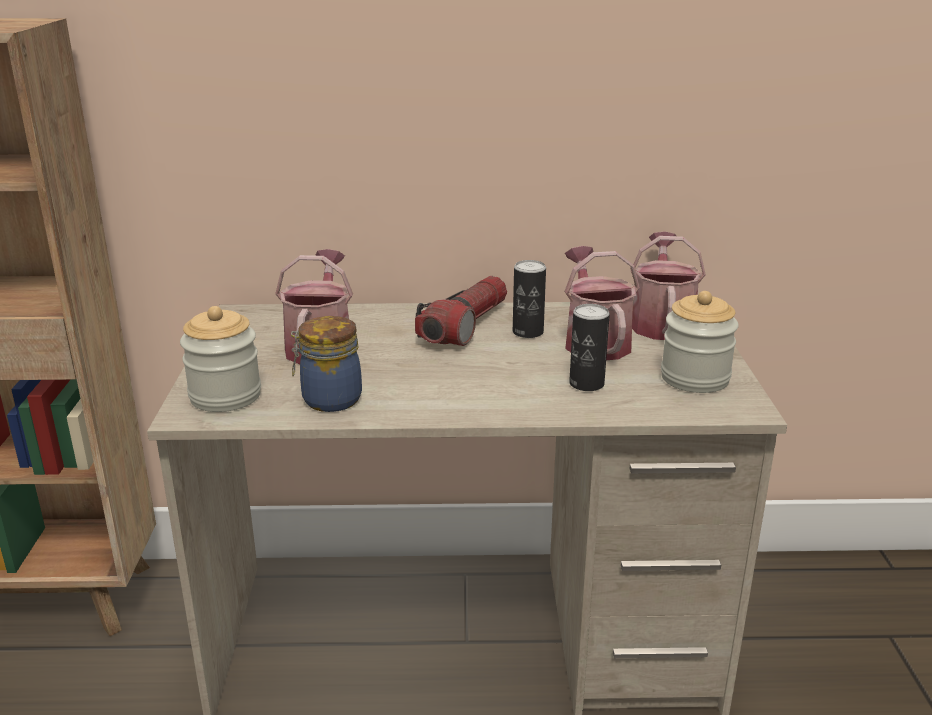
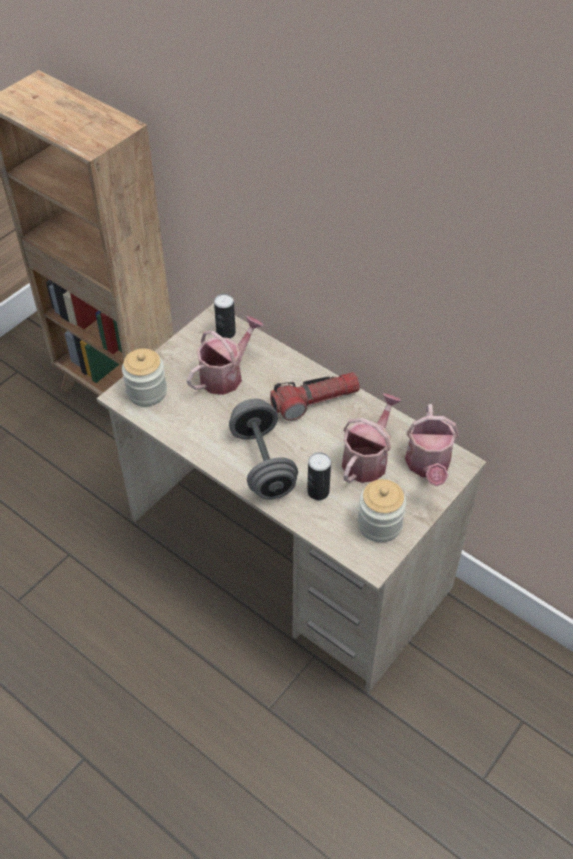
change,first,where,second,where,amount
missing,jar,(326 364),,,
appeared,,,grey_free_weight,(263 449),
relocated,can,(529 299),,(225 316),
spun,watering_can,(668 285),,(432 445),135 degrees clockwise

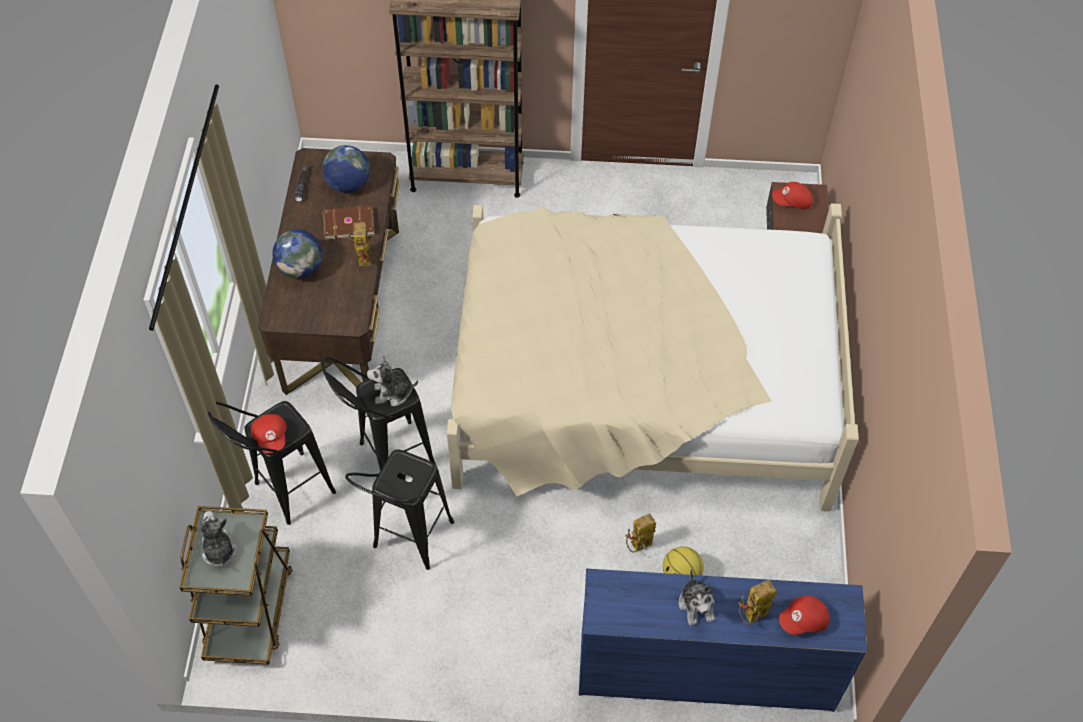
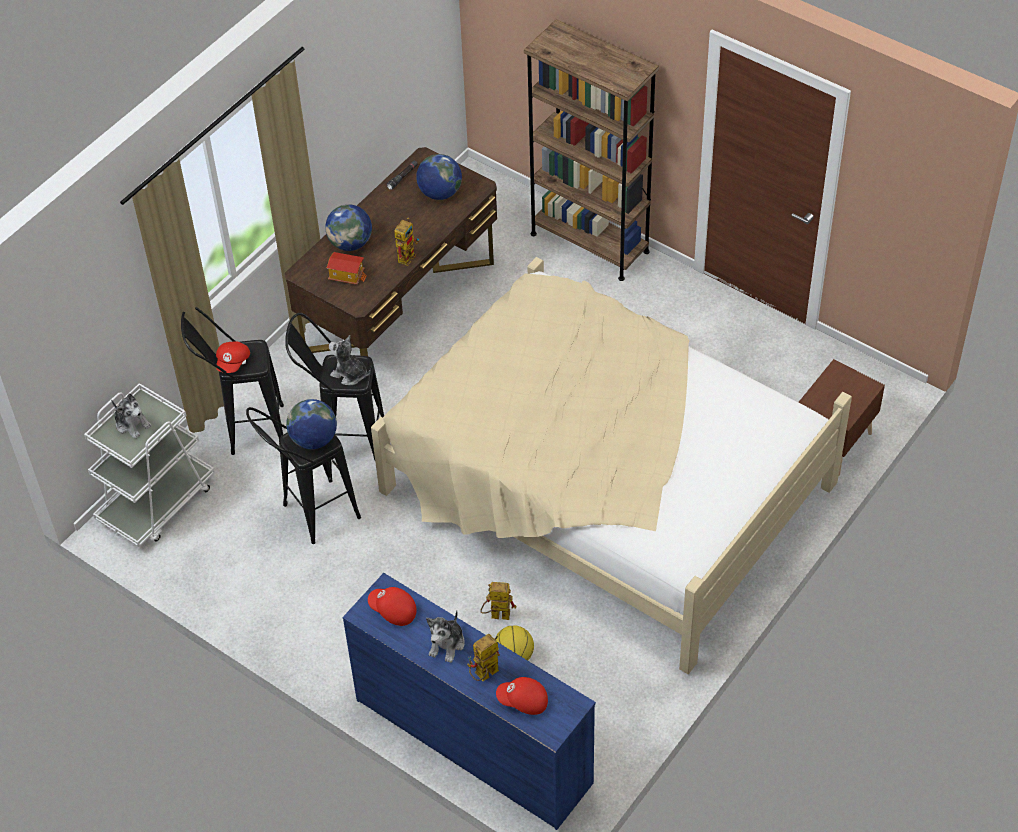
change,first,where,second,where,amount
missing,brown-coloured_volume,(349 222),,,
appeared,,,globe,(311 424),
appeared,,,miniature_house,(346 268),
relocated,red_baseball_cap,(792 195),,(392 606),
colour,brown-coloured_trolley,(236 585),white-coloured_trolley,(149 465),
spun,plush_toy,(219 539),,(131 416),120 degrees clockwise
spun,robot_figure,(757 602),,(483 657),45 degrees counterclockwise

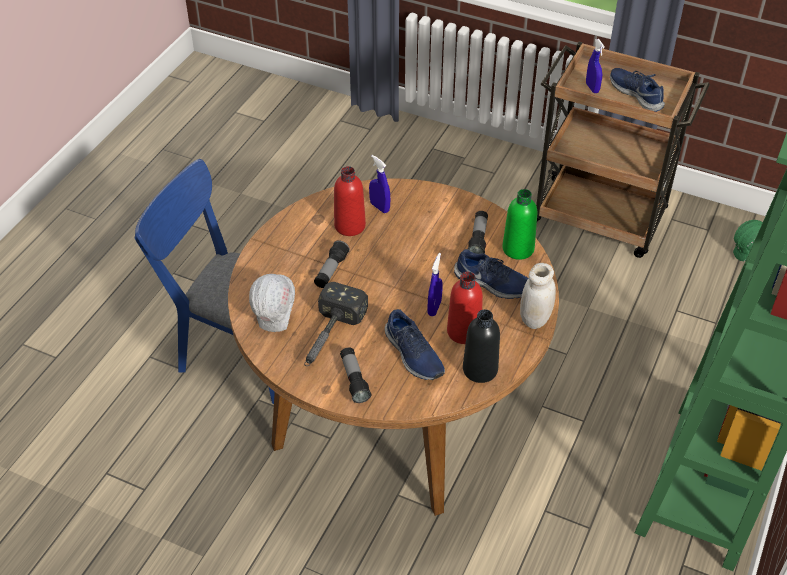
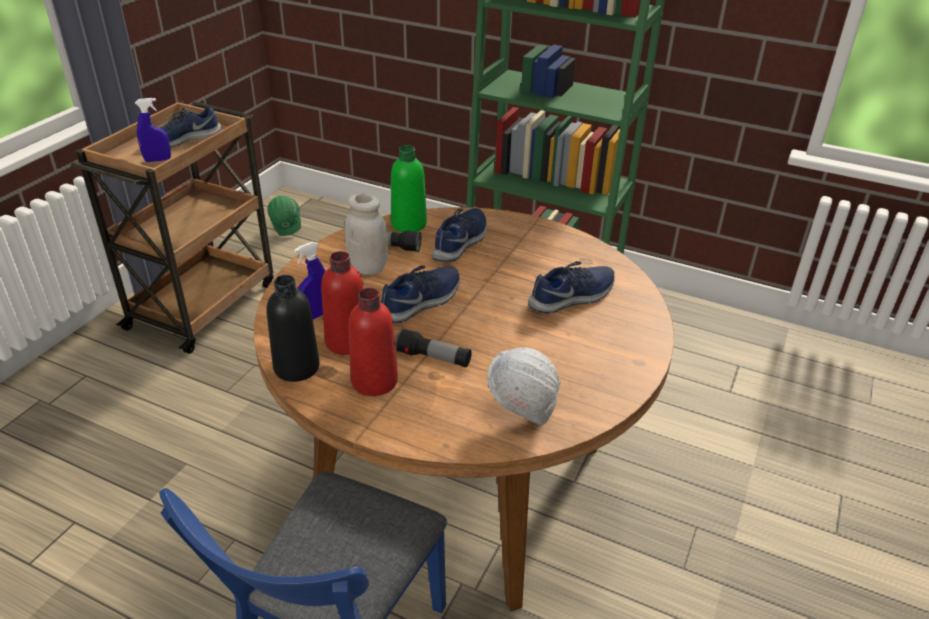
change,first,where,second,where,amount
missing,tool_hammer,(336 324),,,
missing,hand_torch,(355 375),,,
missing,blue_spray_bottle,(435 284),,,
appeared,,,blue_low_shoe,(420 294),
relocated,red_bottle,(465 308),,(373 342),
relocated,black_bottle,(481 346),,(293 328),
relocated,white-coloured_jar,(538 296),,(366 234),

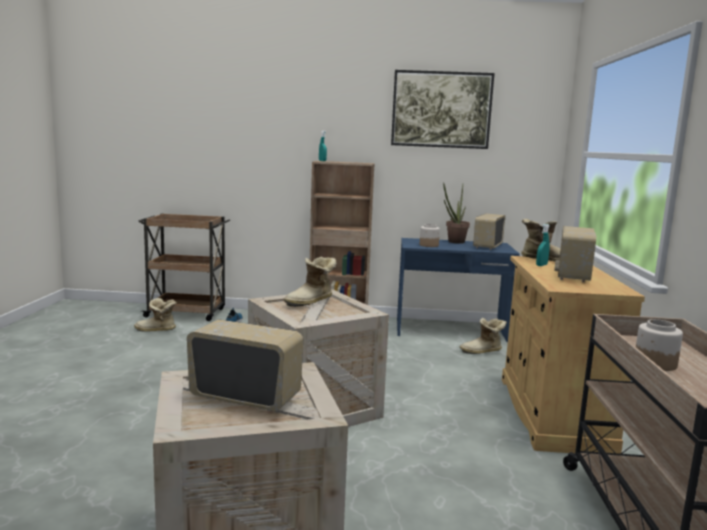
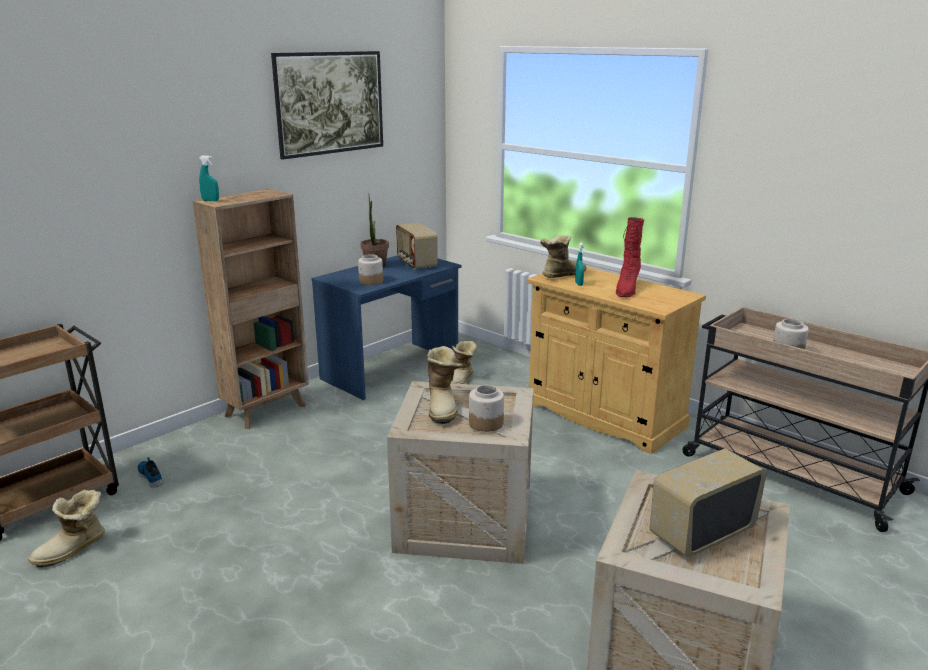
change,first,where,second,where,amount
appeared,,,jar,(486 408),
exchanged,radio_receiver,(575 254),red_boot,(630 257),

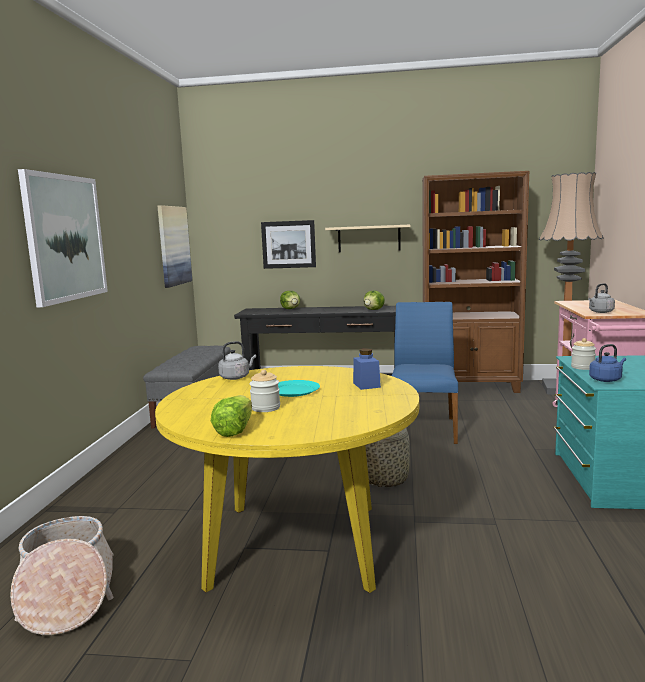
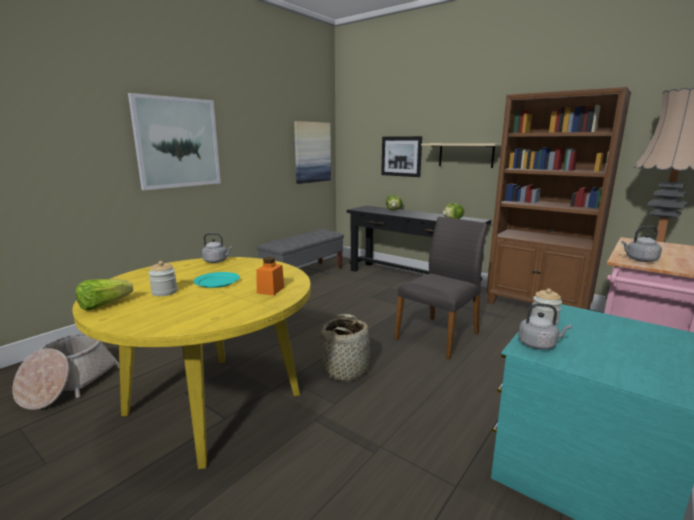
change,first,where,second,where,amount
colour,blue_jar,(367 369),orangey_jar,(270 276),
colour,blue_chair,(424 373),grey_chair,(440 288),
colour,blue_kettle,(607 363),grey_kettle,(545 326),

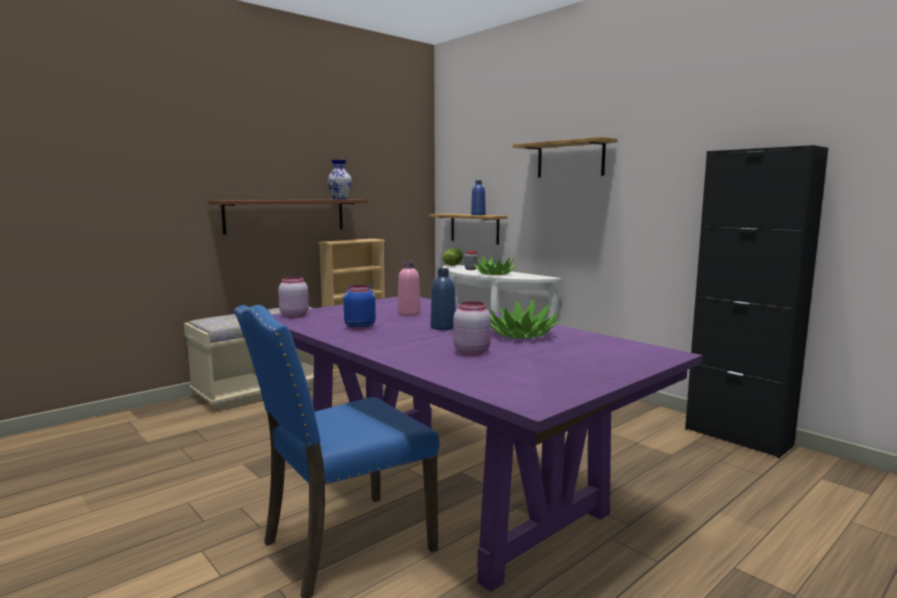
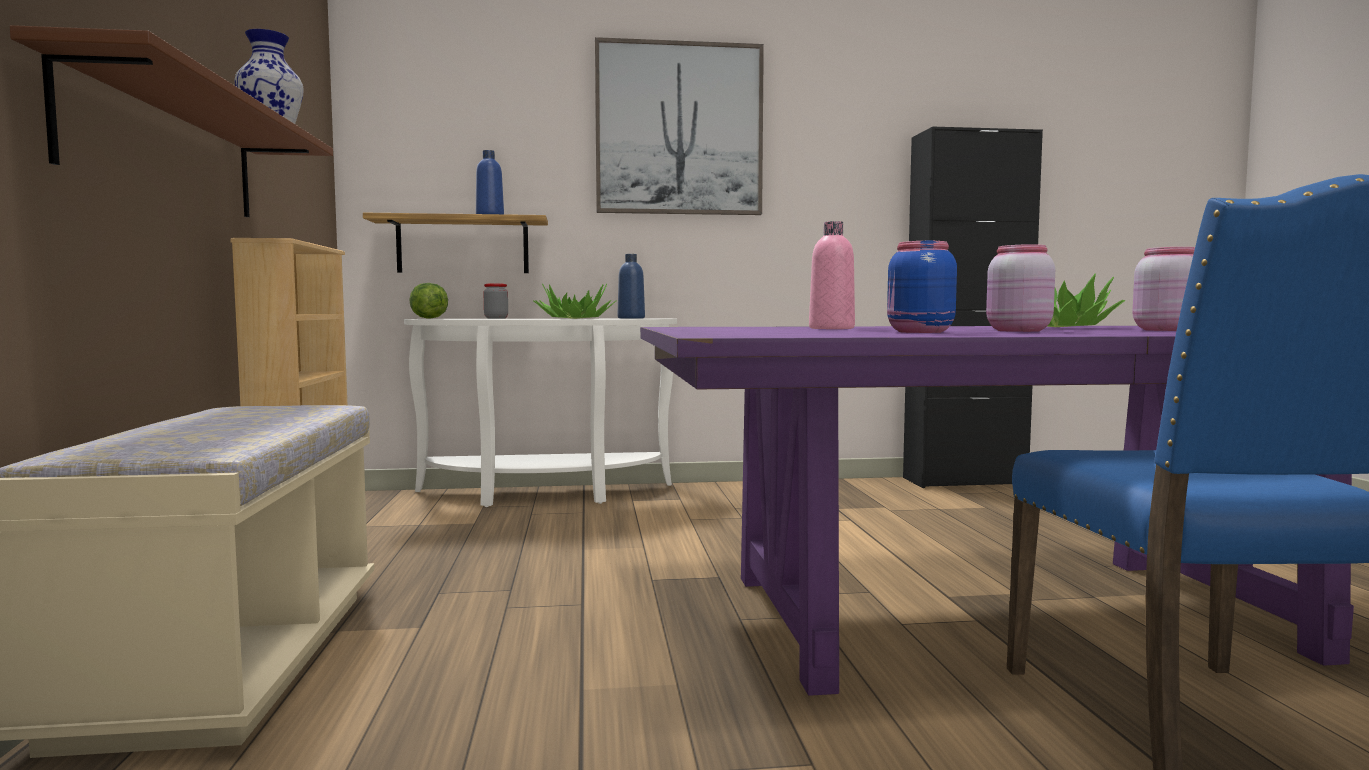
change,first,where,second,where,amount
relocated,pinkish_jar,(293 297),,(1020 288),
relocated,blue_bottle,(443 299),,(631 286),
exchanged,wall_shelf,(565 157),wall_picture,(679 126),

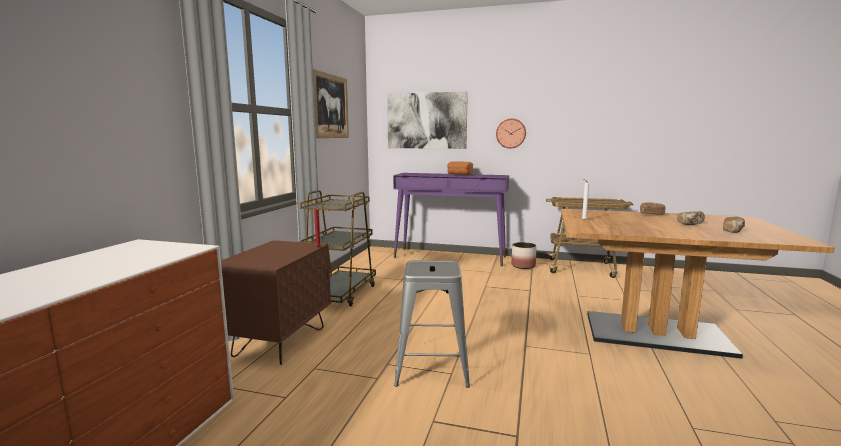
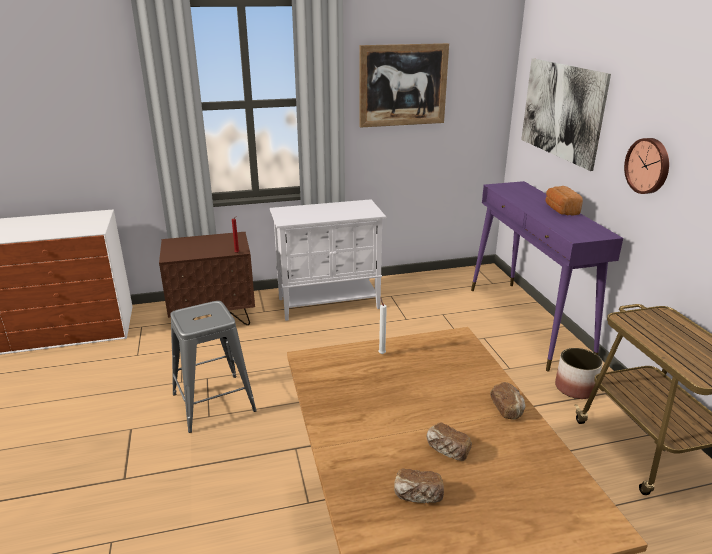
change,first,where,second,where,amount
exchanged,brown-coloured_trolley,(337 248),white-coloured_cabinet,(328 260),

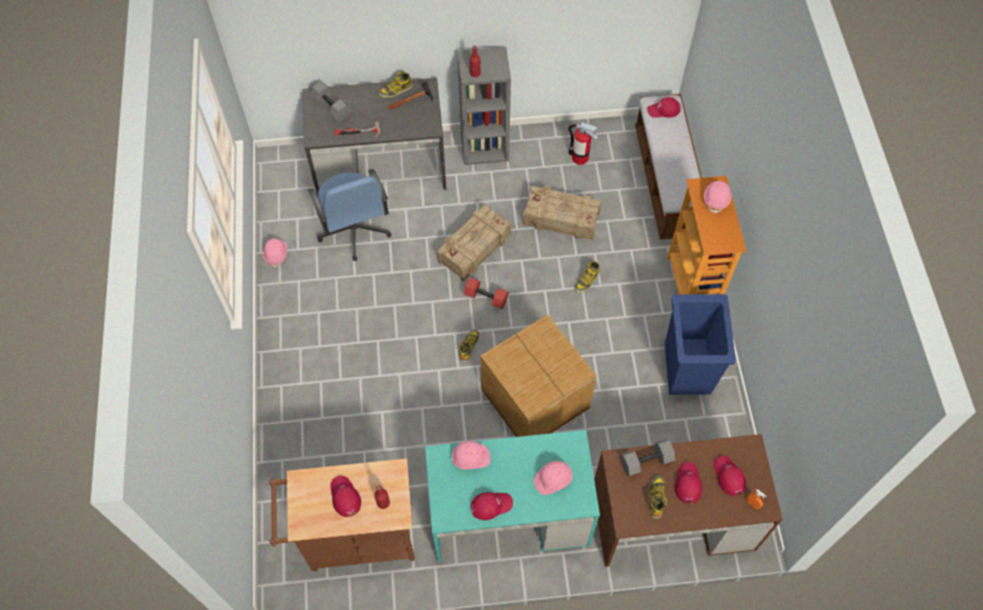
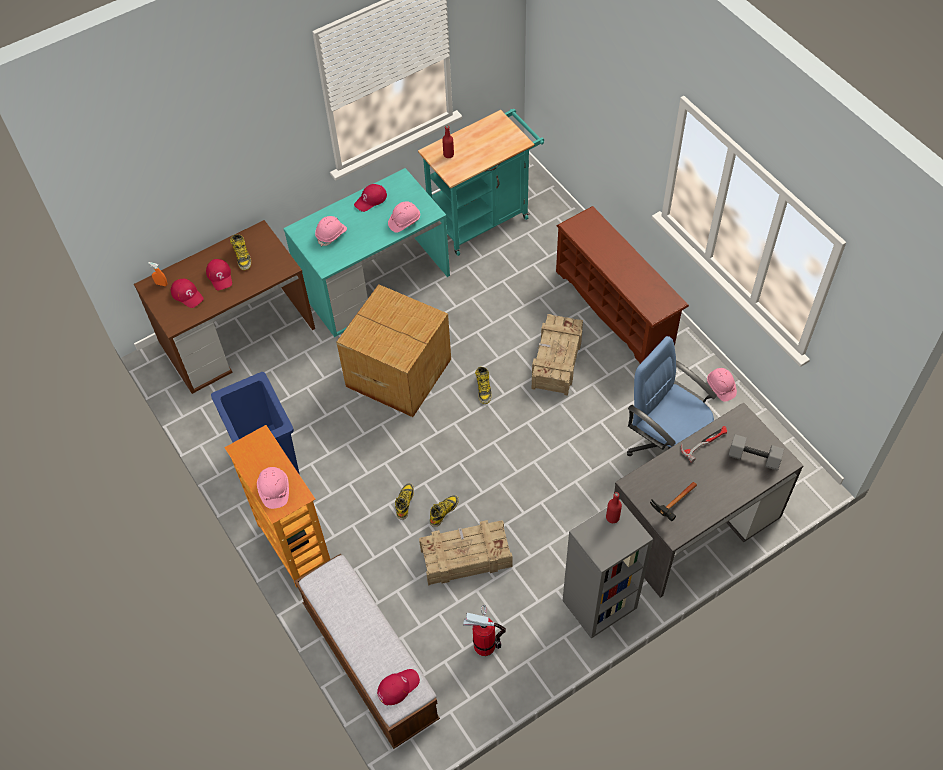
change,first,where,second,where,amount
missing,red_baseball_cap,(345 496),,,
missing,red_free_weight,(486 293),,,
missing,grey_free_weight,(647 457),,,
appeared,,,brown-coloured_shoe_stand,(622 285),
relocated,boot,(396 84),,(444 511),
relocated,shipping_crate,(474 243),,(557 355),
colour,brown-coloured_trolley,(342 514),blue-green_trolley,(481 182),

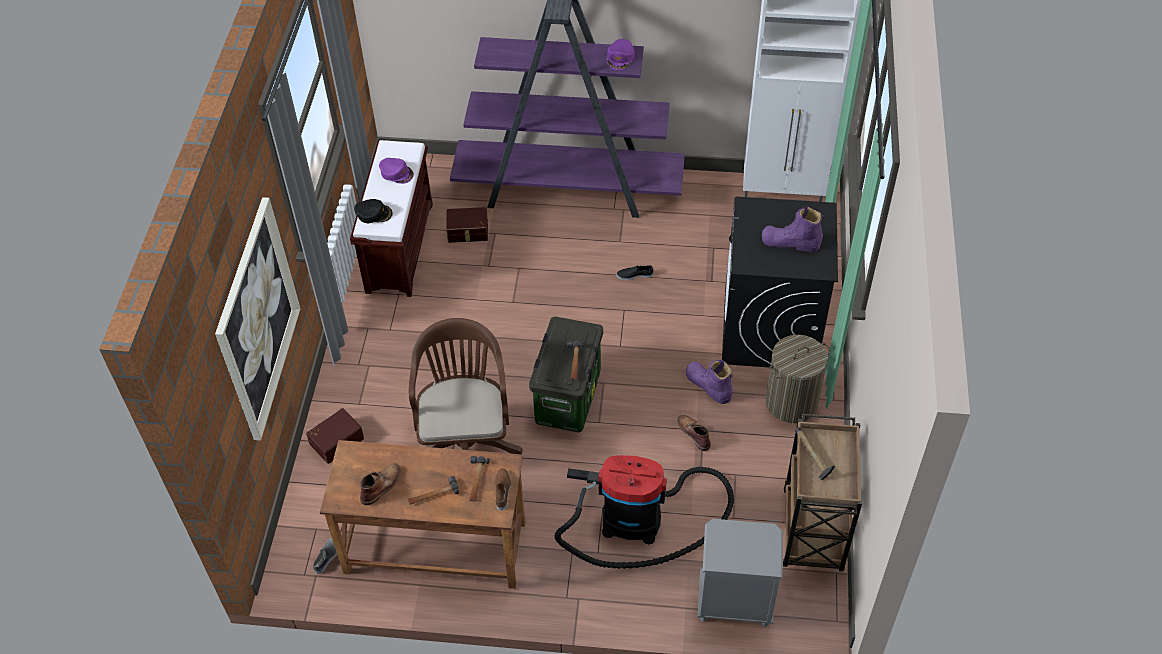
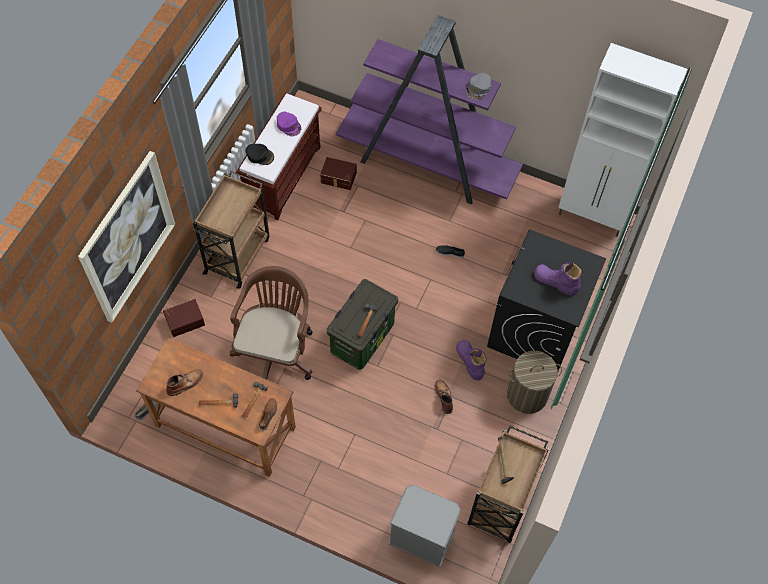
change,first,where,second,where,amount
missing,hoover,(644 512),,,
appeared,,,brown-coloured_trolley,(231 230),
colour,purple_baseball_cap,(621 54),grey_baseball_cap,(478 86),

